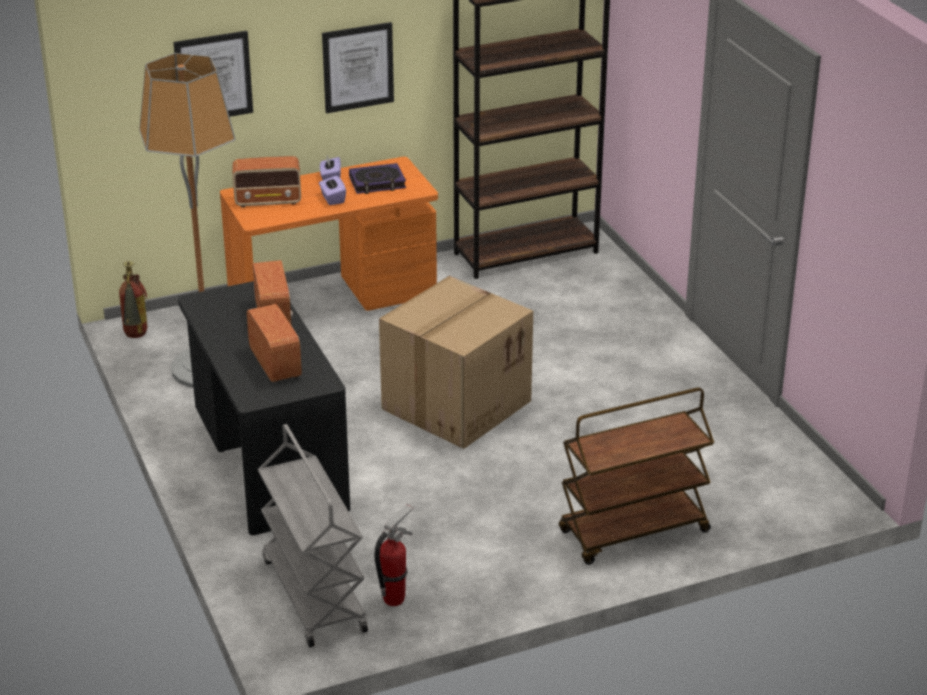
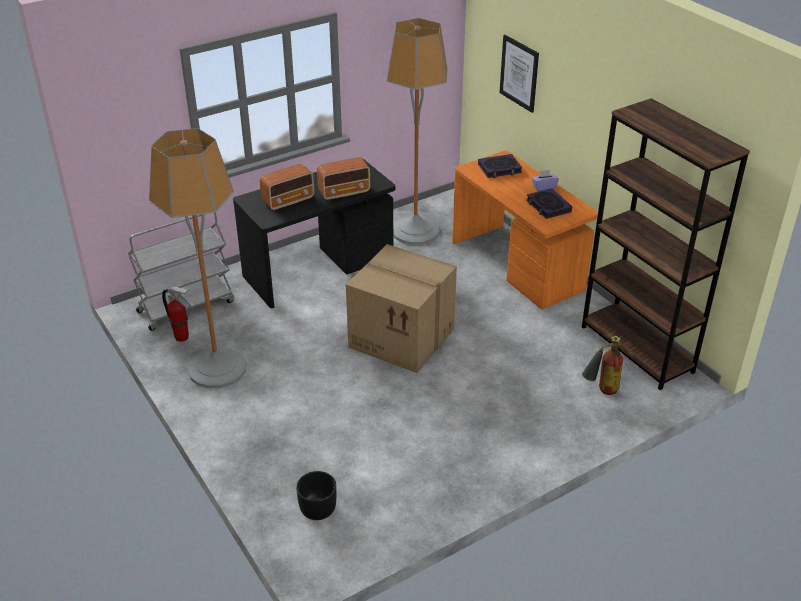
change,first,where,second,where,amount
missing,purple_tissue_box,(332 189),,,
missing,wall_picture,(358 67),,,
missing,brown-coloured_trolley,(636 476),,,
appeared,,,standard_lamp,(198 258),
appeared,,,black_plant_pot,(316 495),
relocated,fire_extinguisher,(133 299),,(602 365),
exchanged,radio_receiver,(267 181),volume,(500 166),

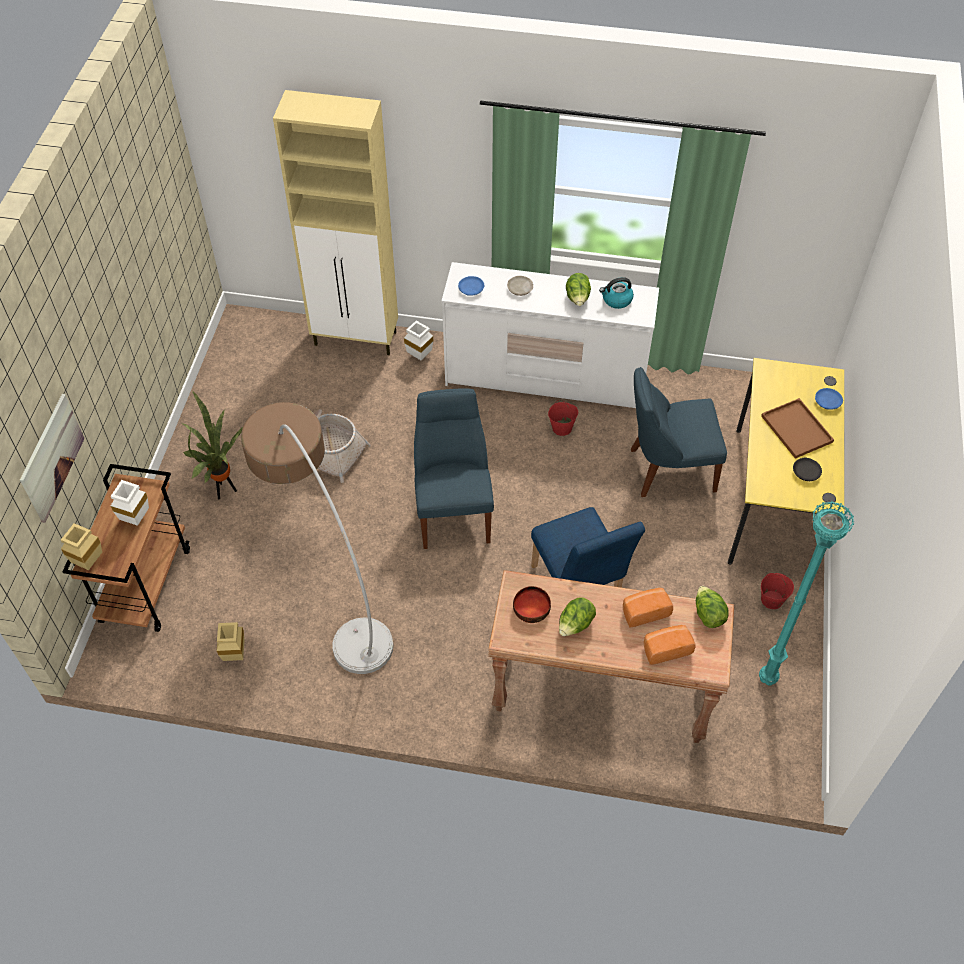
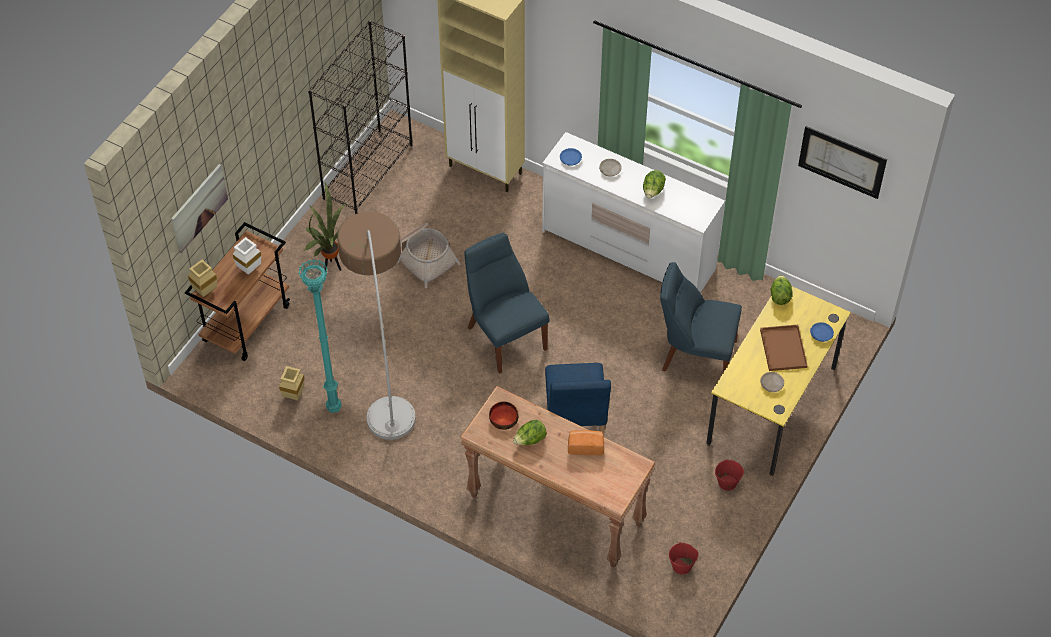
change,first,where,second,where,amount
missing,white-coloured_flower_vase,(418 340),,,
missing,kettle,(616 293),,,
missing,bread,(670 645),,,
appeared,,,black_bookshelf,(360 117),
appeared,,,wall_picture,(842 162),
relocated,red_pail,(563 418),,(683 558),
relocated,lettuce_head,(712 607),,(782 290),
relocated,blue-green_standard_lamp,(806 593),,(320 336),
colour,black_plate,(807 469),beige-coloured_plate,(772 382),
spun,blue_chair,(454 468),,(506 303),45 degrees counterclockwise

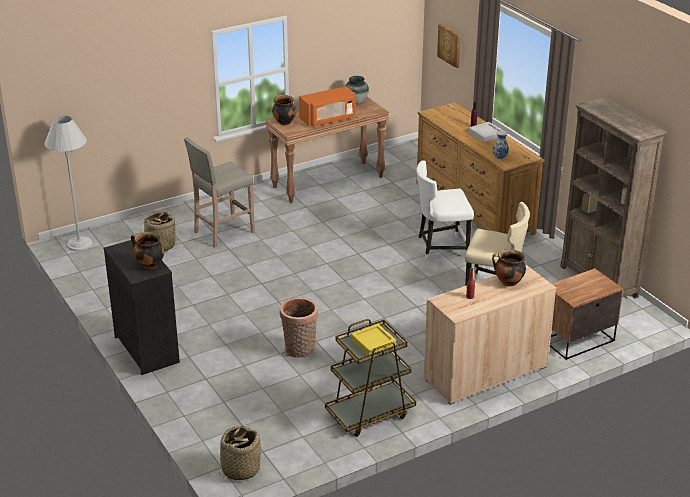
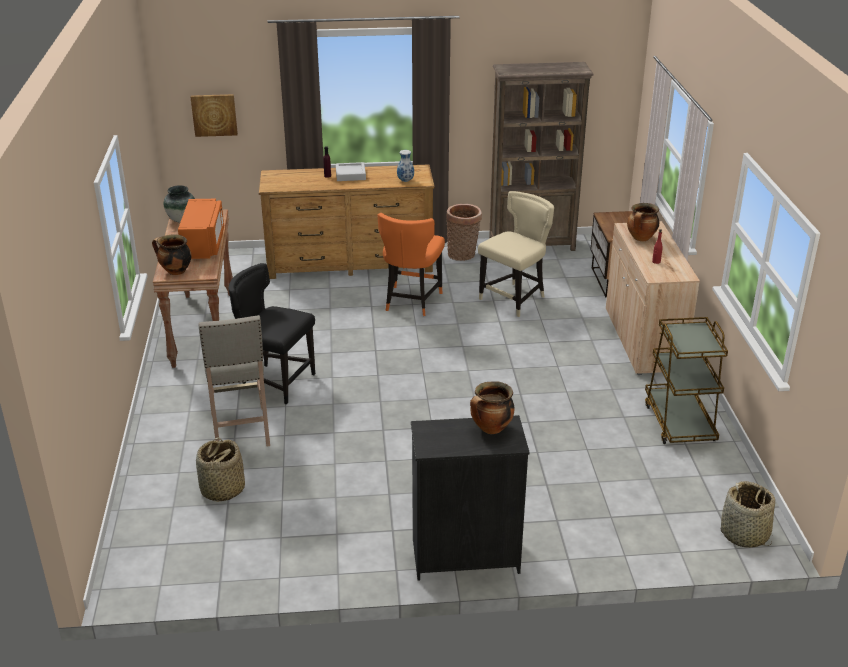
change,first,where,second,where,amount
missing,white-coloured_standard_lamp,(68 183),,,
missing,yellowish_serving_tray,(373 339),,,
appeared,,,black_chair,(271 333),
relocated,storage_basket,(299 327),,(464 232),
colour,white-coloured_chair,(445 210),orangey_chair,(411 264),

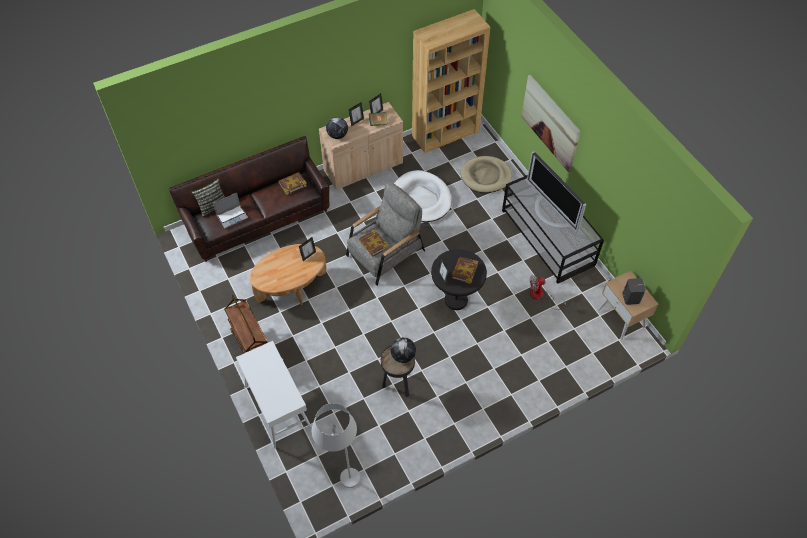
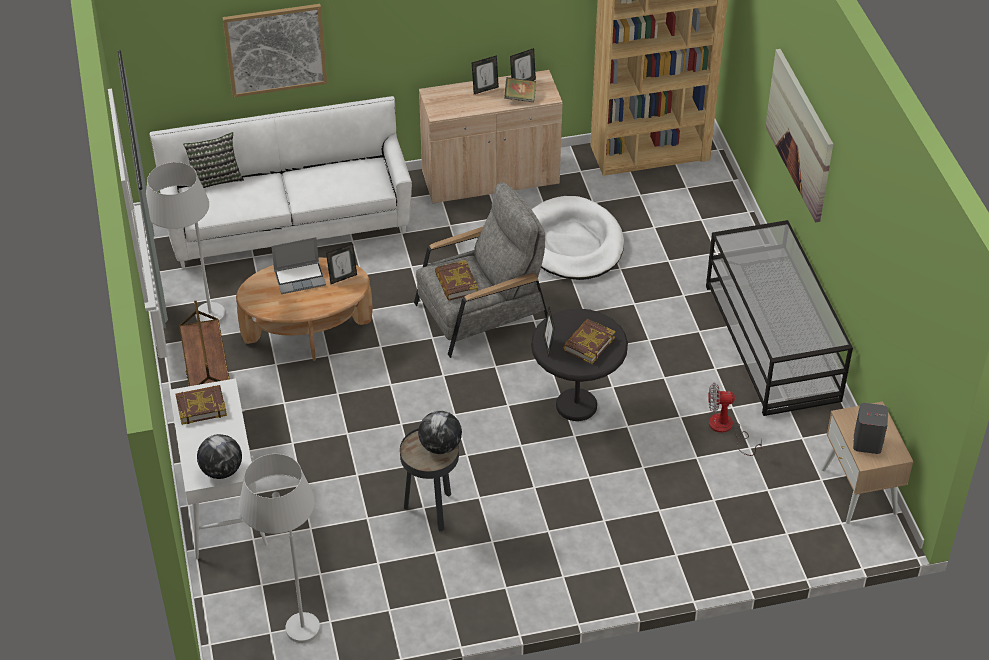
change,first,where,second,where,amount
missing,beige-coloured_pet_bed,(486 174),,,
missing,television,(556 192),,,
appeared,,,white-coloured_standard_lamp,(185 242),
appeared,,,wall_picture,(274 51),
relocated,notebook_computer,(230 211),,(298 265),
relocated,volume,(292 183),,(201 405),
relocated,globe,(337 128),,(219 456),
colour,brown-coloured_couch,(249 199),white-coloured_couch,(281 182),

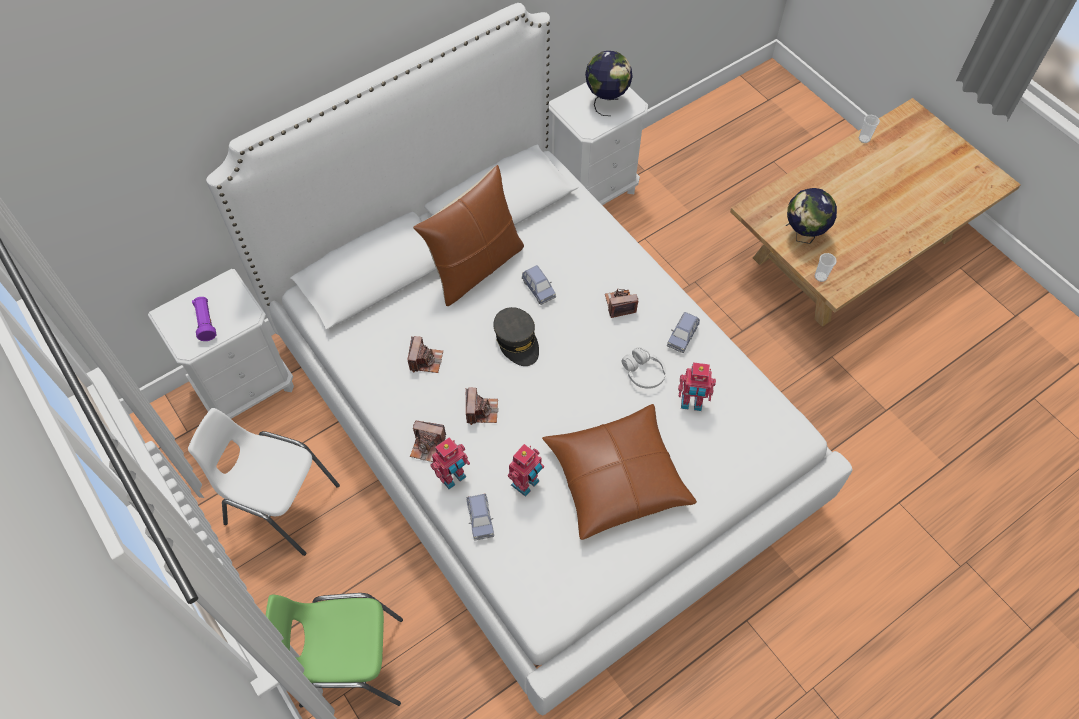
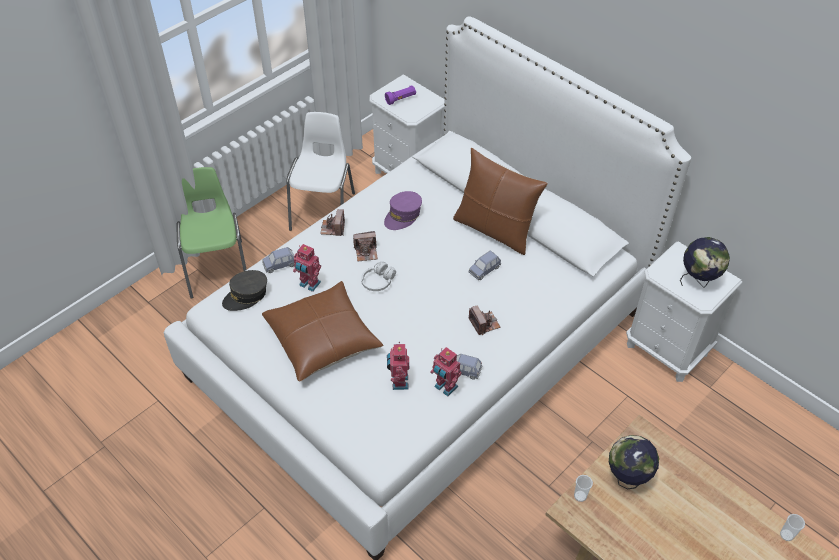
change,first,where,second,where,amount
relocated,robot_figure,(450 463),,(446 371),
relocated,grey_baseball_cap,(516 336),,(244 290),
relocated,white-coloured_pair_of_headphones,(644 368),,(378 276),
exchanged,photo_camera,(425 354),purple_baseball_cap,(403 210),

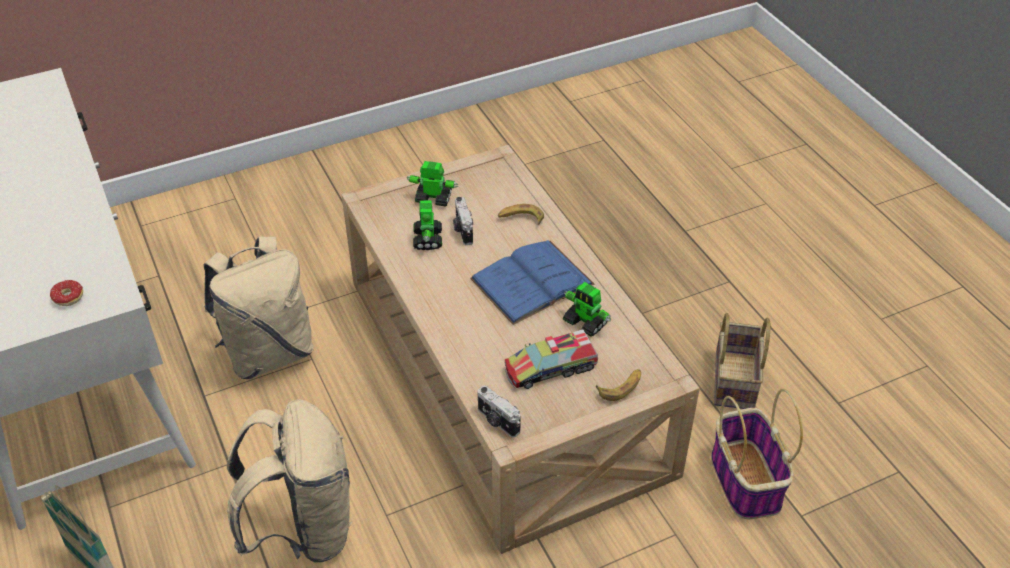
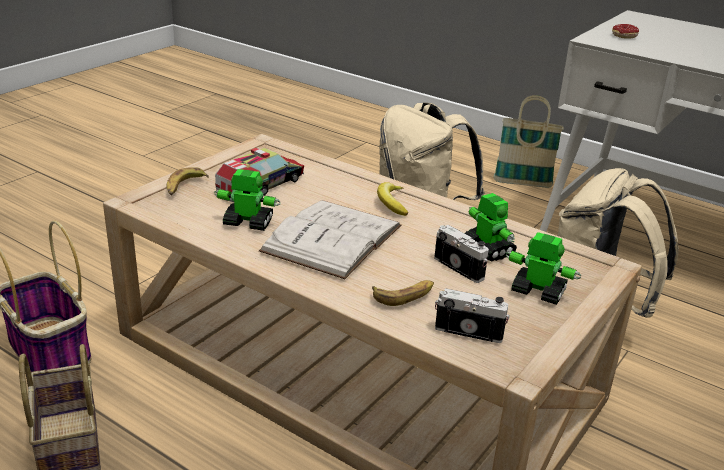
change,first,where,second,where,amount
appeared,,,banana,(392 199),
relocated,photo_camera,(499 411),,(472 315),
colour,blue_volume,(532 282),white-coloured_volume,(330 239),
spun,robot_figure,(432 184),,(543 268),135 degrees counterclockwise

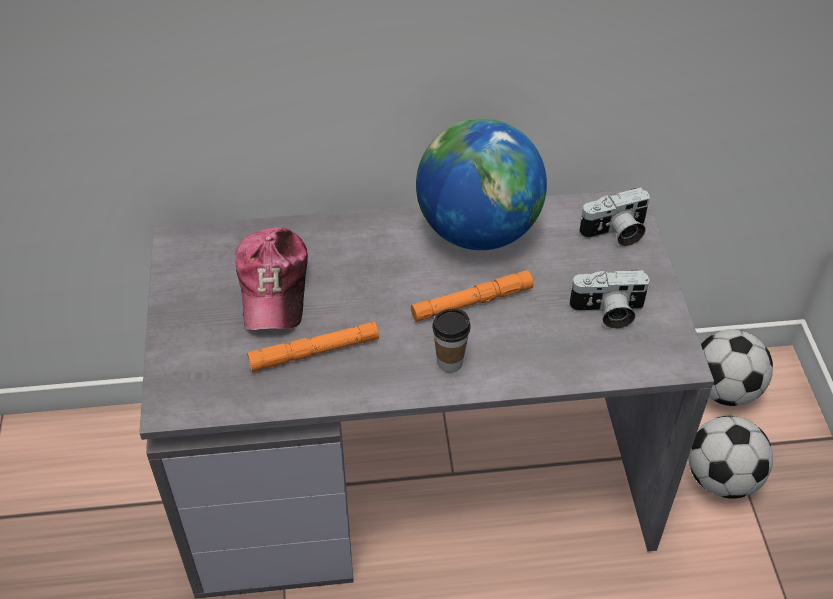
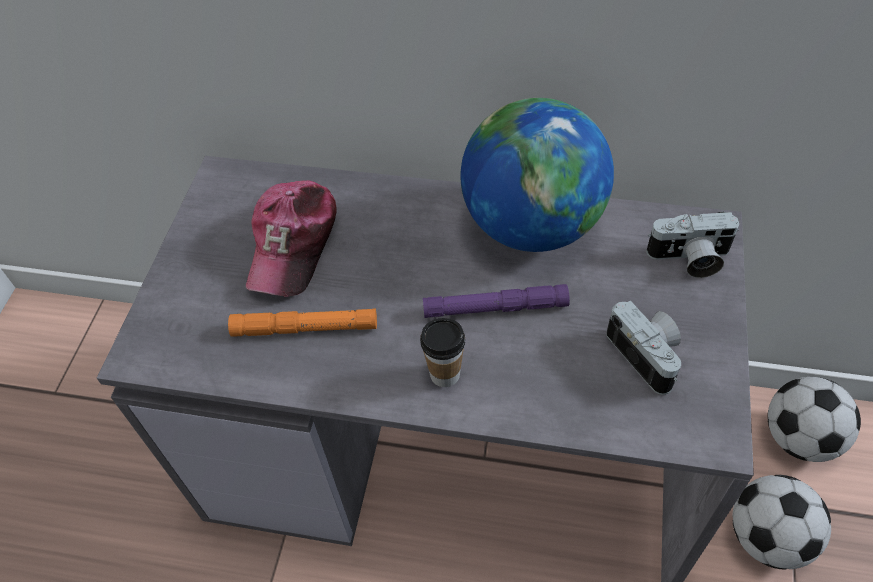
change,first,where,second,where,amount
colour,orangey_hand_torch,(472 296),purple_hand_torch,(496 301),
spun,photo_camera,(609 299),,(643 347),135 degrees counterclockwise

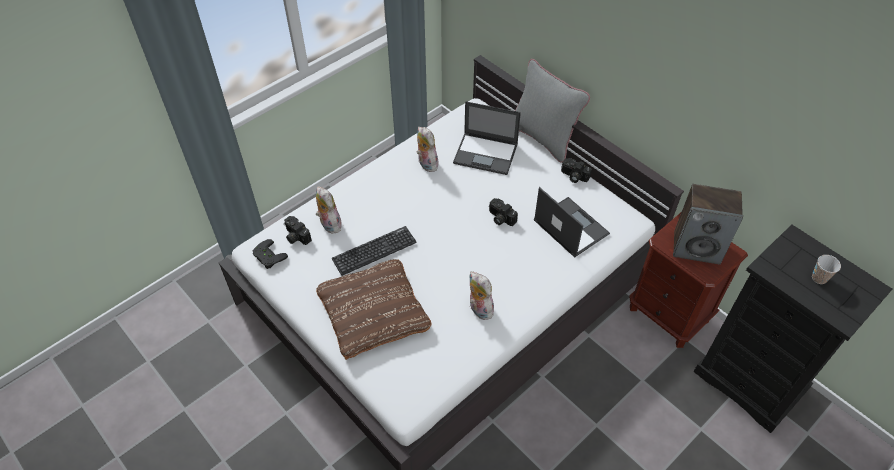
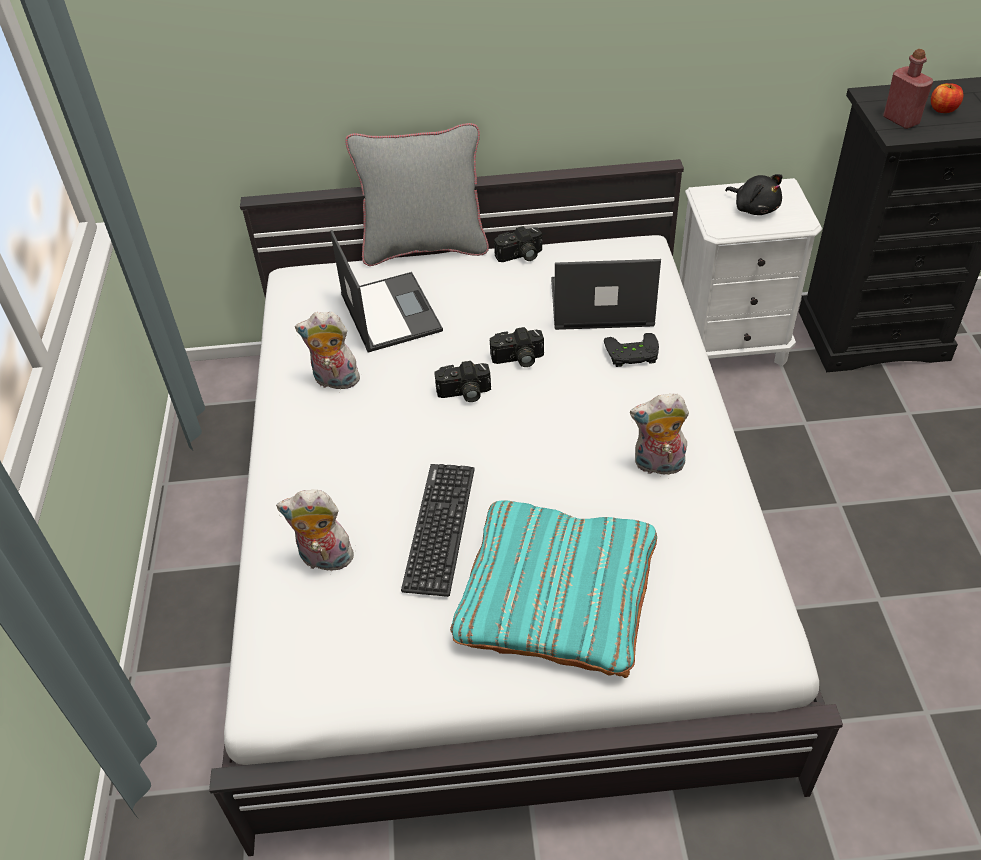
change,first,where,second,where,amount
appeared,,,red_bottle,(908 89),
relocated,black_game_controller,(270 254),,(631 350),
relocated,photo_camera,(298 230),,(462 381),
exchanged,loudspeaker,(708 224),black_plush_toy,(754 194),
exchanged,drinking_cup,(826 269),apple_fruit,(947 98),
colour,brown-coloured_cushion,(373 309),blue-green_cushion,(553 589),
colour,brown-coloured_bedside_table,(688 280),white-coloured_bedside_table,(750 272),
spun,notebook_computer,(487 138),,(386 291),75 degrees counterclockwise

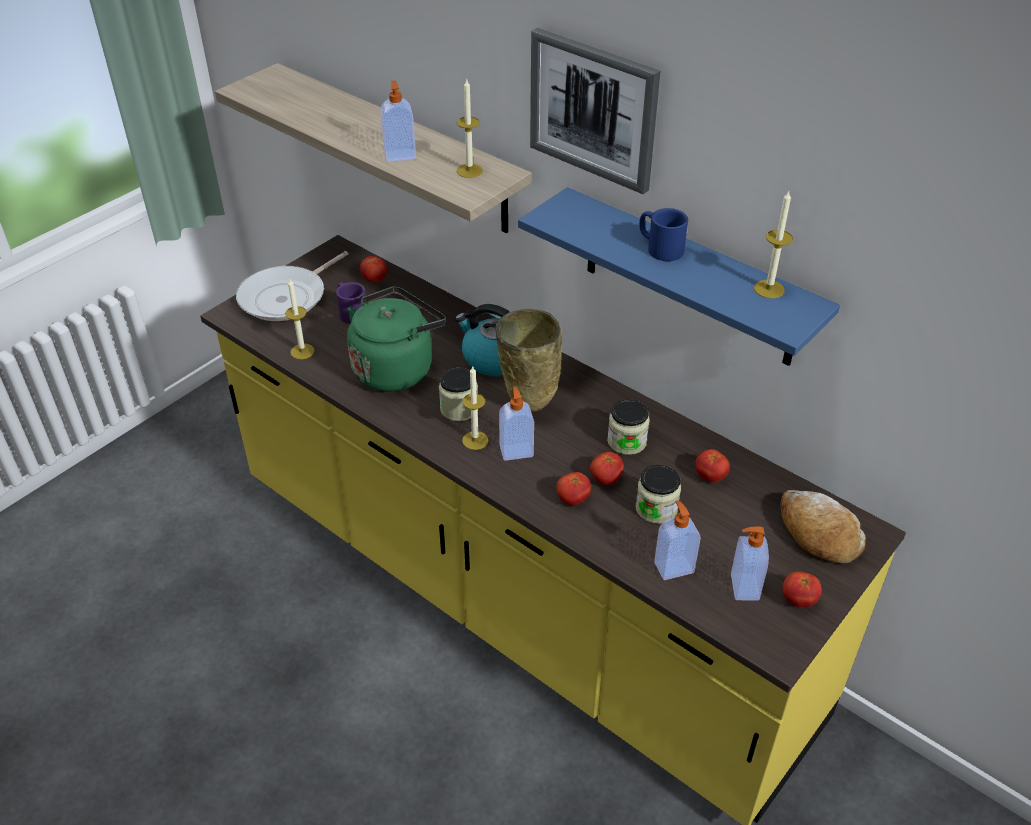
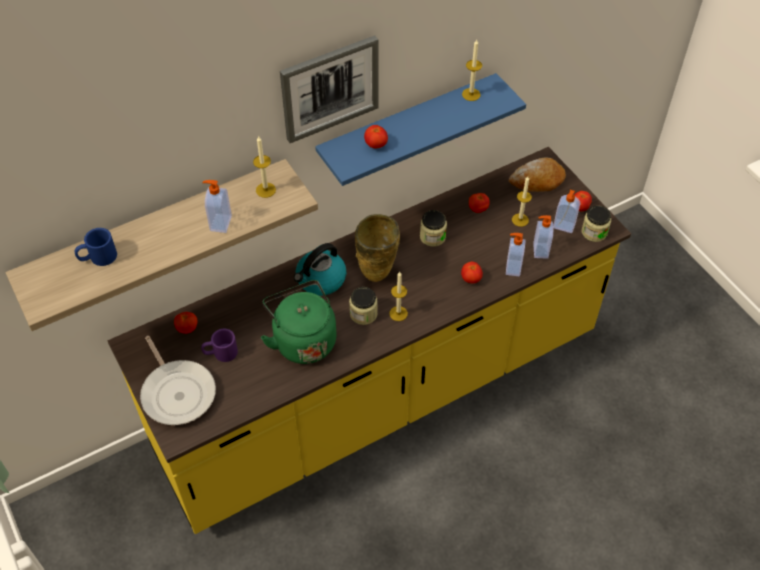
change,first,where,second,where,amount
relocated,wax_light,(300 319),,(522 201),
relocated,liquid_soap_bottle,(516 423),,(515 255),
relocated,whole_tomato,(607 468),,(376 137),
relocated,jar,(658 494),,(596 224),
relocated,blue_coffee_mug,(663 234),,(96 247),

